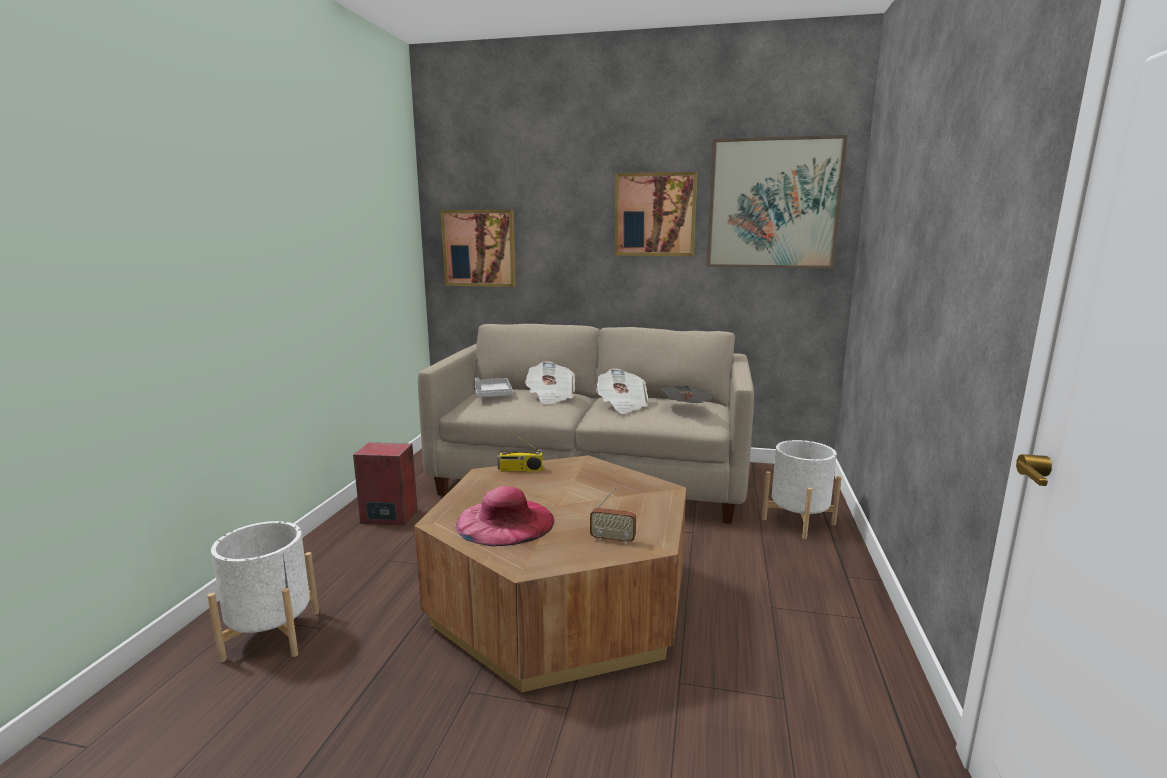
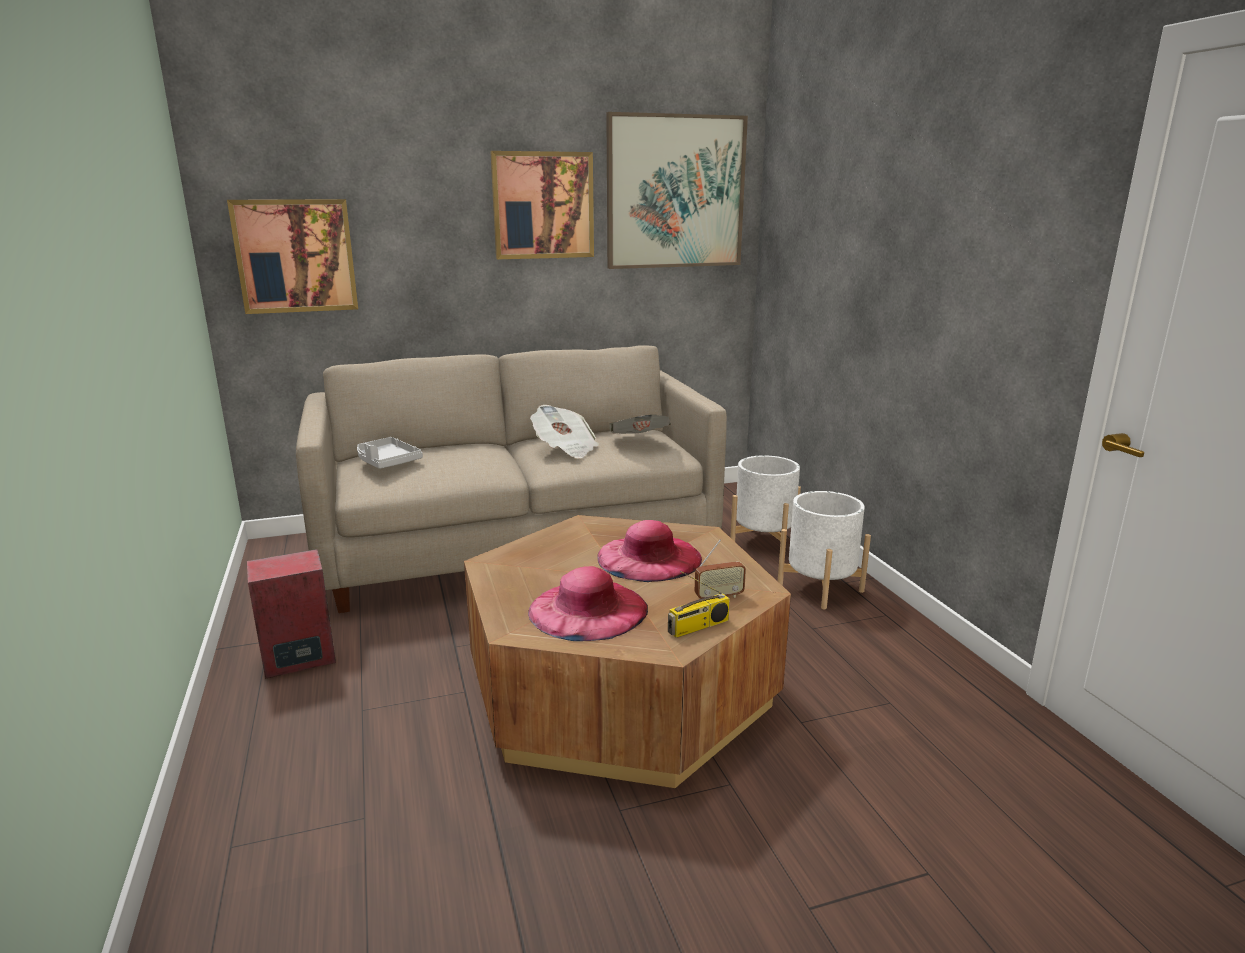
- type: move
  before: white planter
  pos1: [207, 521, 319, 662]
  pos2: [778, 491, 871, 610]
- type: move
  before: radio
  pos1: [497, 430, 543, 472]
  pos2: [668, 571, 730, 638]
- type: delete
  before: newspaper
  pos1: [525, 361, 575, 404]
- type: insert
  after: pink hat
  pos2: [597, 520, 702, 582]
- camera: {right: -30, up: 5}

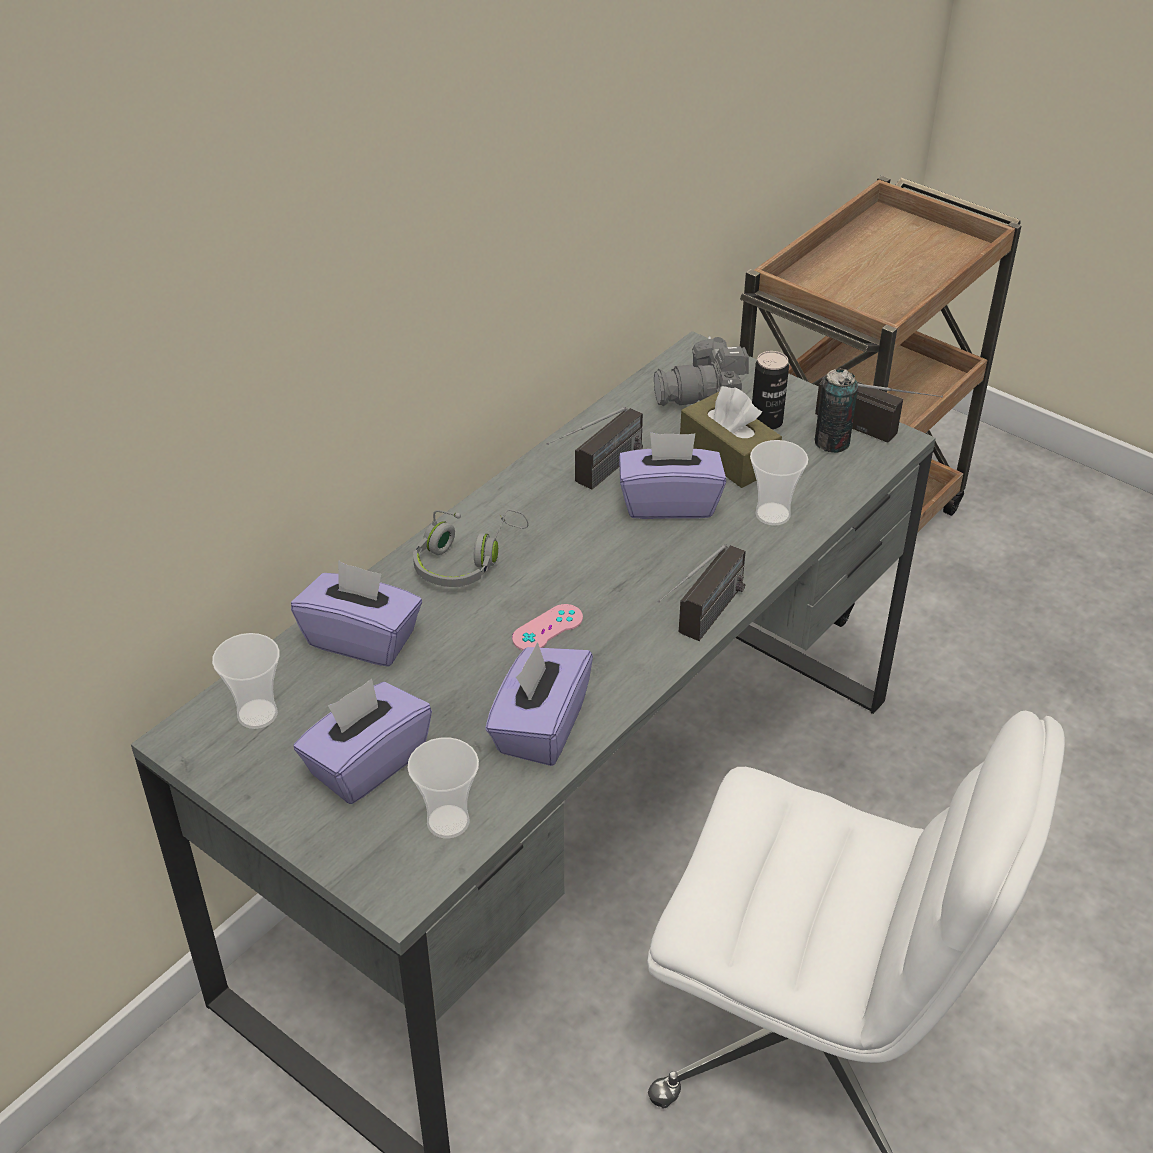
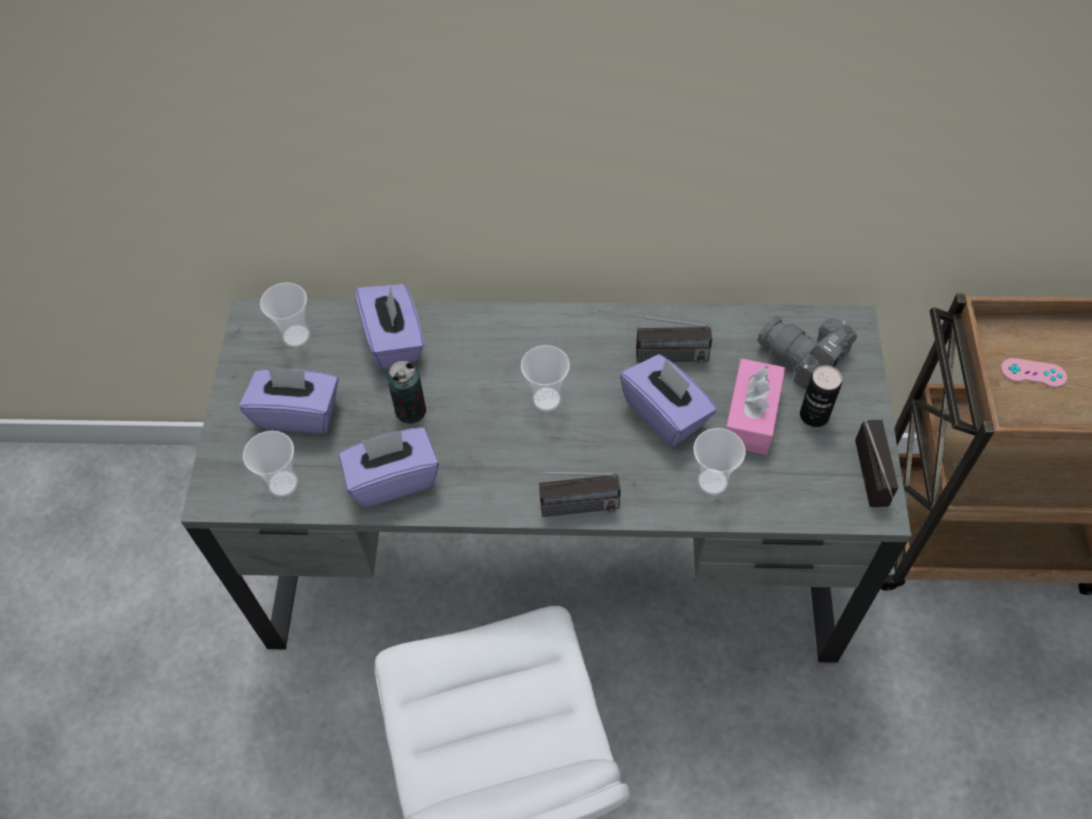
- type: delete
  before: grey headphones
  pos1: [413, 510, 529, 587]
- type: move
  before: pink game controller
  pos1: [512, 604, 583, 650]
  pos2: [1001, 358, 1067, 387]
- type: recolor
  before: brown tissue box
  after: pink tissue box
  pos1: [680, 386, 782, 488]
  pos2: [726, 359, 785, 455]
- type: move
  before: can
  pos1: [815, 368, 858, 453]
  pos2: [387, 361, 426, 424]
- type: insert
  after: cup
  pos2: [521, 345, 570, 412]
- camera: {right: 55, up: 15}

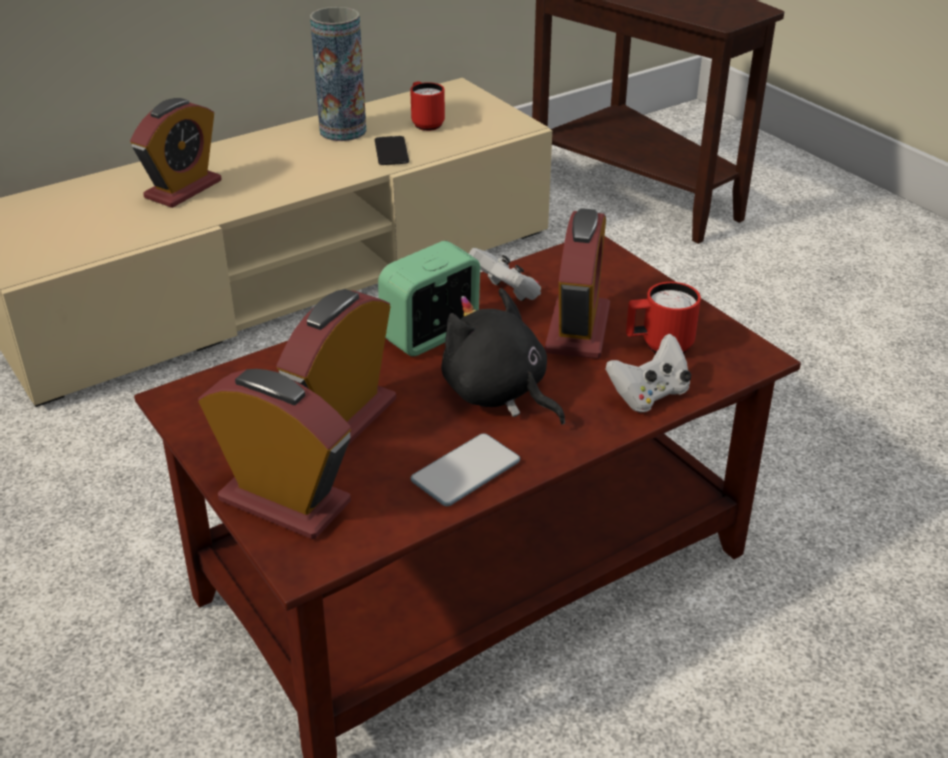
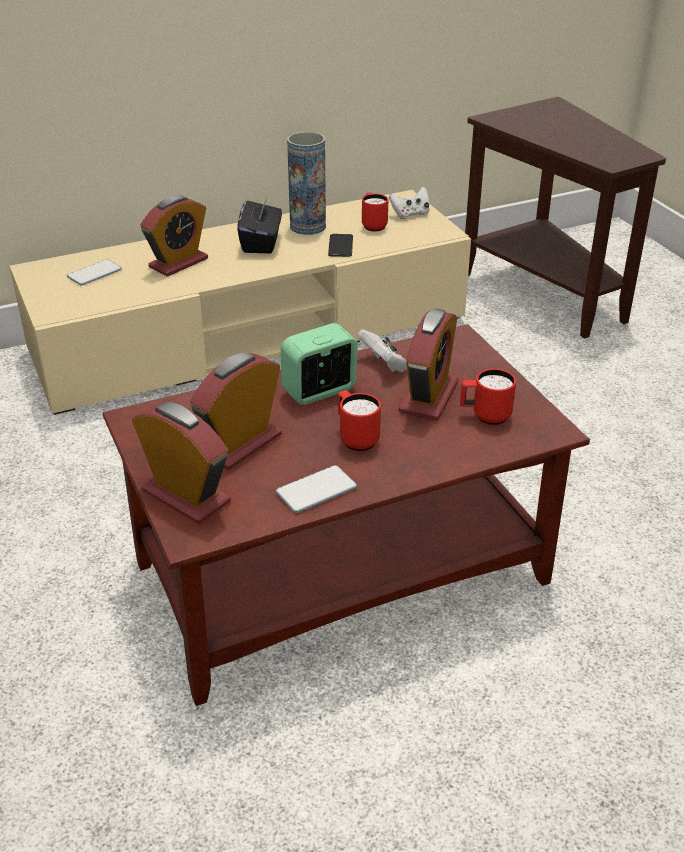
- type: replace
  before: black plush toy
  after: red mug
  pos1: [441, 288, 565, 424]
  pos2: [338, 390, 381, 451]
- type: move
  before: white game controller
  pos1: [605, 334, 691, 413]
  pos2: [389, 187, 429, 219]
- type: insert
  after: phone
  pos2: [67, 259, 122, 285]
- type: insert
  after: black tissue box
  pos2: [237, 196, 282, 254]
- camera: {right: 10, up: 0}

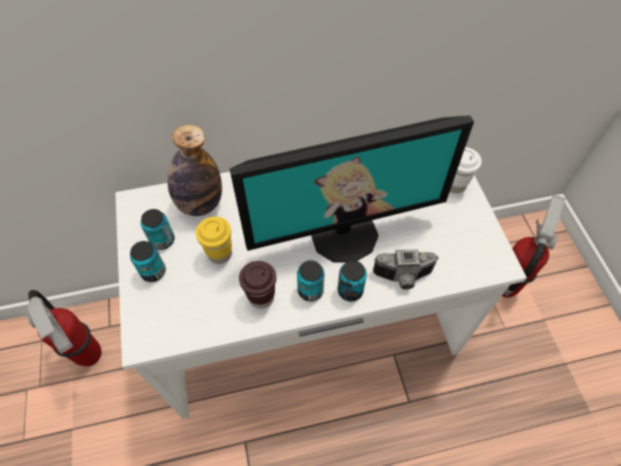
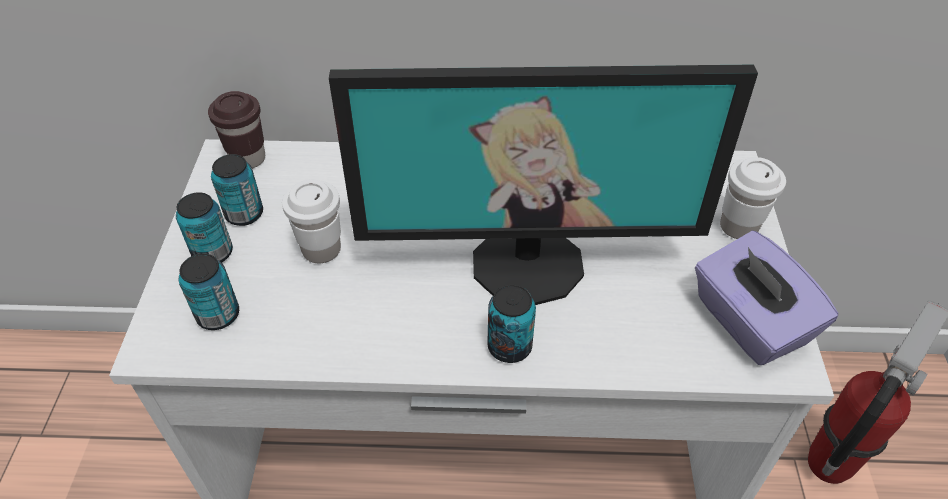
- type: delete
  before: fire extinguisher
  pos1: [26, 290, 102, 367]
- type: delete
  before: bottle
  pos1: [167, 125, 222, 216]
- type: recolor
  before: yellow cup
  after: white cup
  pos1: [196, 217, 232, 264]
  pos2: [282, 179, 341, 263]
- type: move
  before: brown cup
  pos1: [239, 261, 276, 309]
  pos2: [208, 91, 265, 169]
- type: move
  before: can
  pos1: [297, 260, 324, 301]
  pos2: [179, 253, 239, 330]
- type: delete
  before: photo camera
  pos1: [373, 249, 438, 290]
- type: insert
  after: purple tissue box
  pos2: [695, 231, 838, 365]
- camera: {right: 15, up: -10}

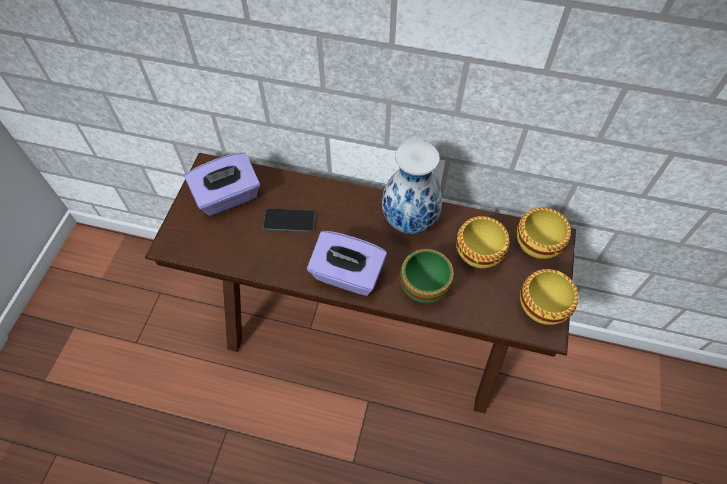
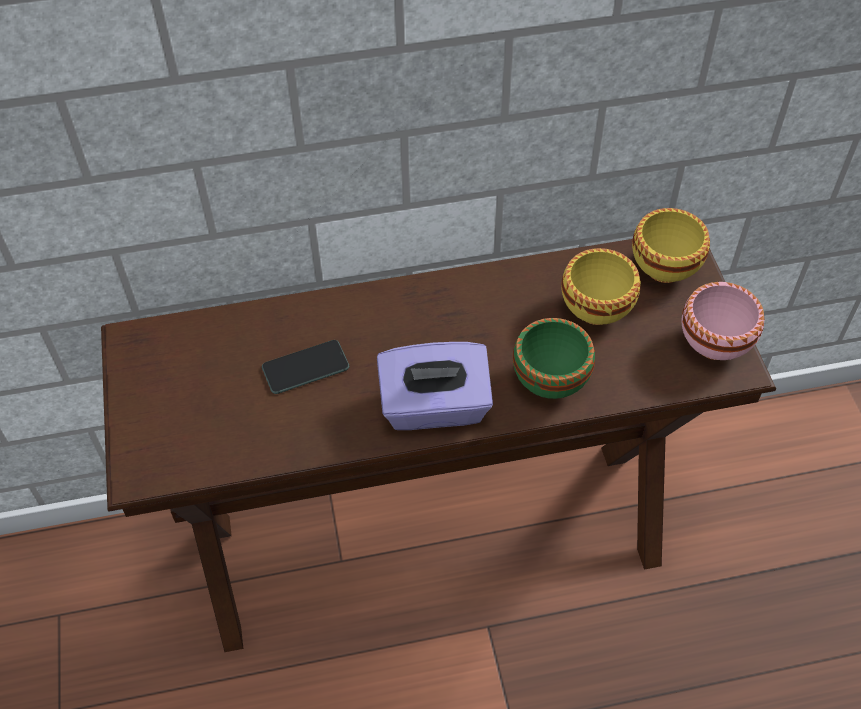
- type: delete
  before: purple tissue box
  pos1: [185, 152, 260, 216]
- type: delete
  before: vase
  pos1: [382, 140, 443, 234]
- type: recolor
  before: yellow bowl
  after: pink bowl
  pos1: [520, 269, 578, 325]
  pos2: [681, 282, 764, 360]
- camera: {right: -25, up: -5}

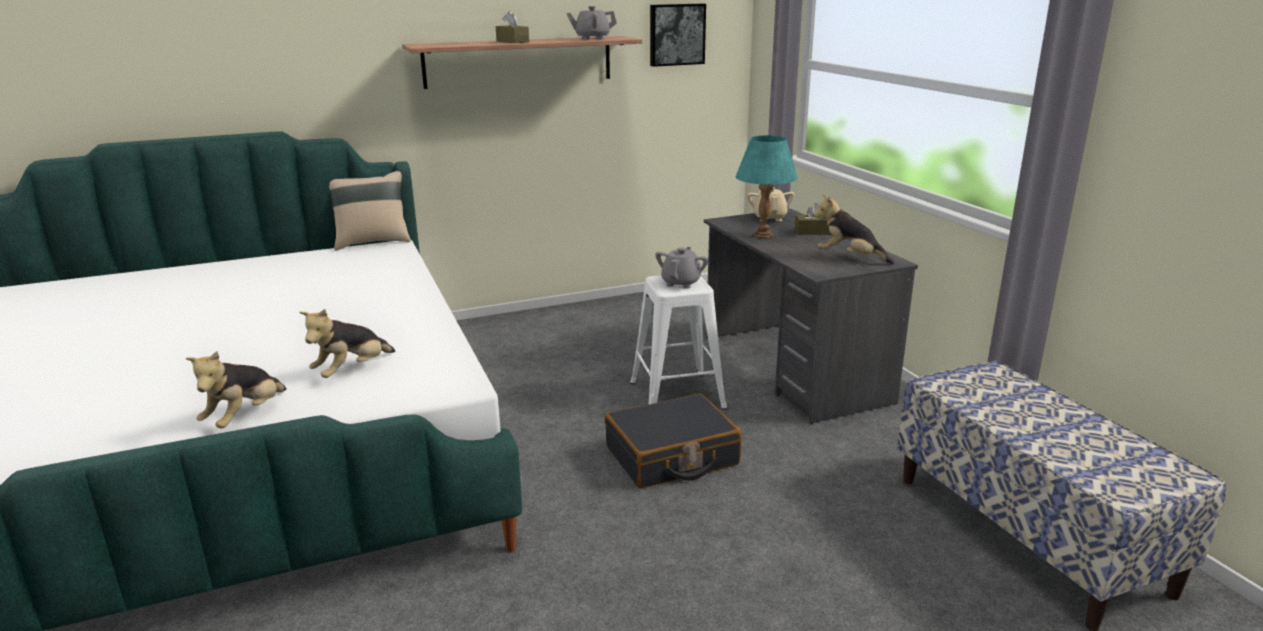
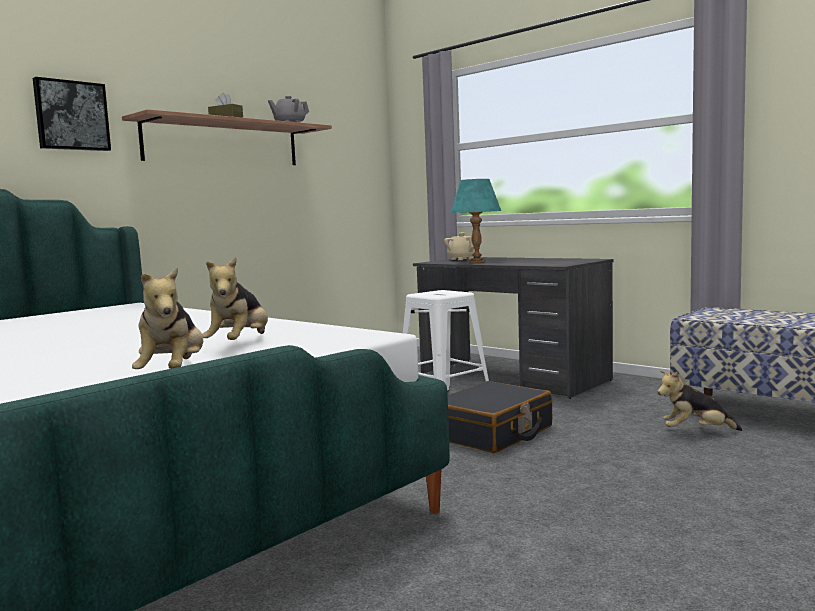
- type: delete
  before: beige pillow
  pos1: [329, 171, 411, 251]
- type: move
  before: picture
  pos1: [650, 4, 706, 67]
  pos2: [33, 77, 111, 151]
- type: delete
  before: grey teapot
  pos1: [655, 247, 708, 289]
- type: delete
  before: brown tissue box
  pos1: [795, 203, 832, 235]
- type: move
  before: plush toy
  pos1: [813, 194, 895, 264]
  pos2: [657, 370, 742, 431]
- camera: {right: -25, up: -15}

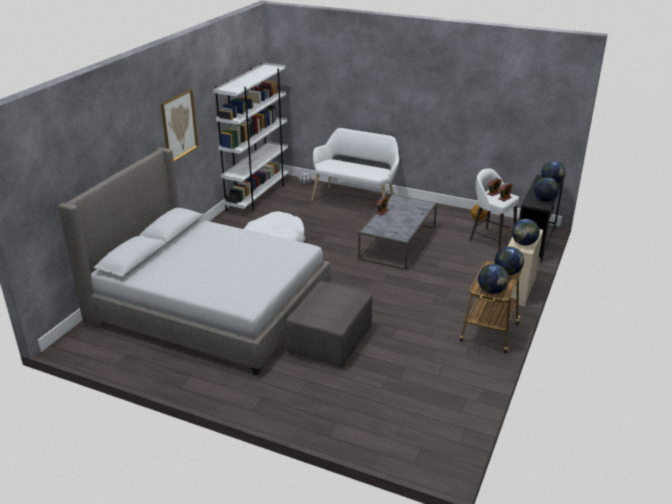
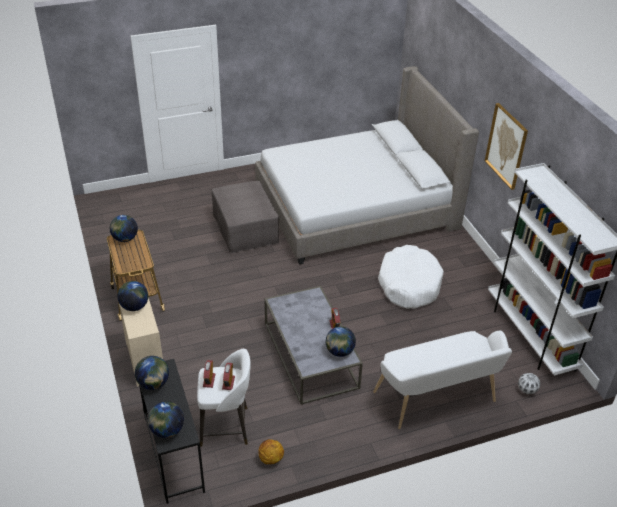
- type: move
  before: globe
  pos1: [494, 247, 524, 275]
  pos2: [326, 326, 356, 357]
- camera: {right: 135, up: 10}

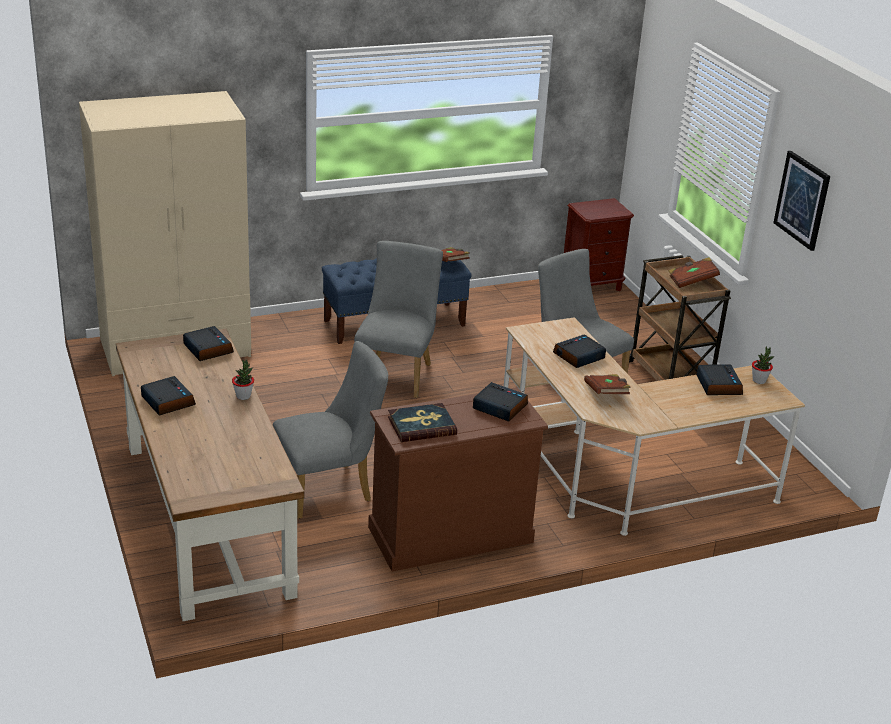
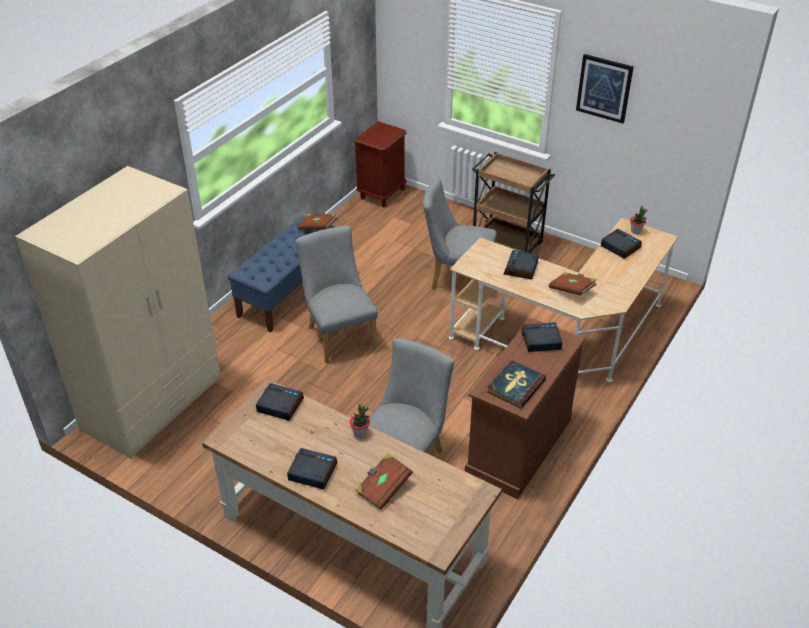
- type: move
  before: brown book
  pos1: [668, 257, 720, 288]
  pos2: [356, 453, 413, 510]
- camera: {right: -35, up: 10}

